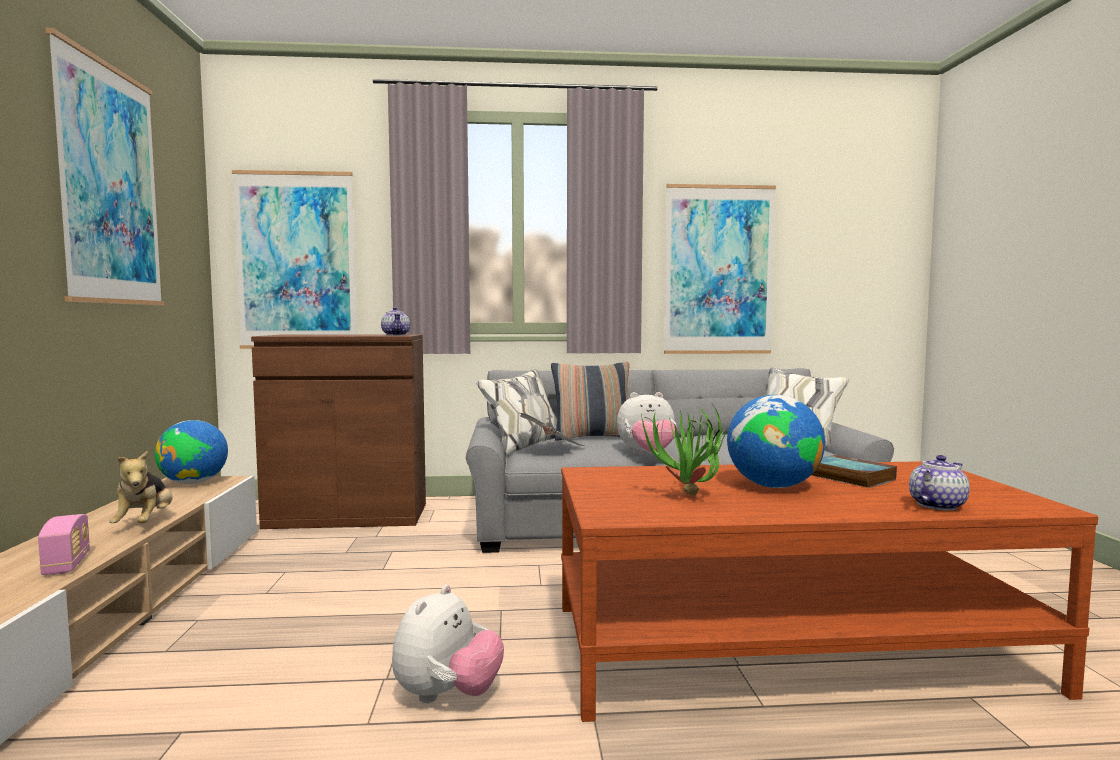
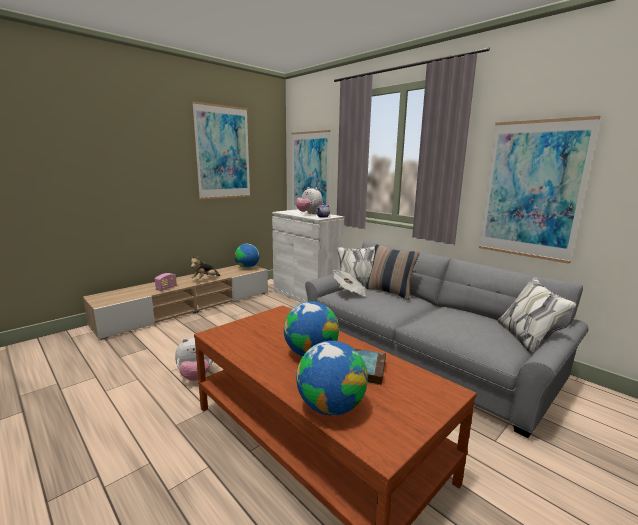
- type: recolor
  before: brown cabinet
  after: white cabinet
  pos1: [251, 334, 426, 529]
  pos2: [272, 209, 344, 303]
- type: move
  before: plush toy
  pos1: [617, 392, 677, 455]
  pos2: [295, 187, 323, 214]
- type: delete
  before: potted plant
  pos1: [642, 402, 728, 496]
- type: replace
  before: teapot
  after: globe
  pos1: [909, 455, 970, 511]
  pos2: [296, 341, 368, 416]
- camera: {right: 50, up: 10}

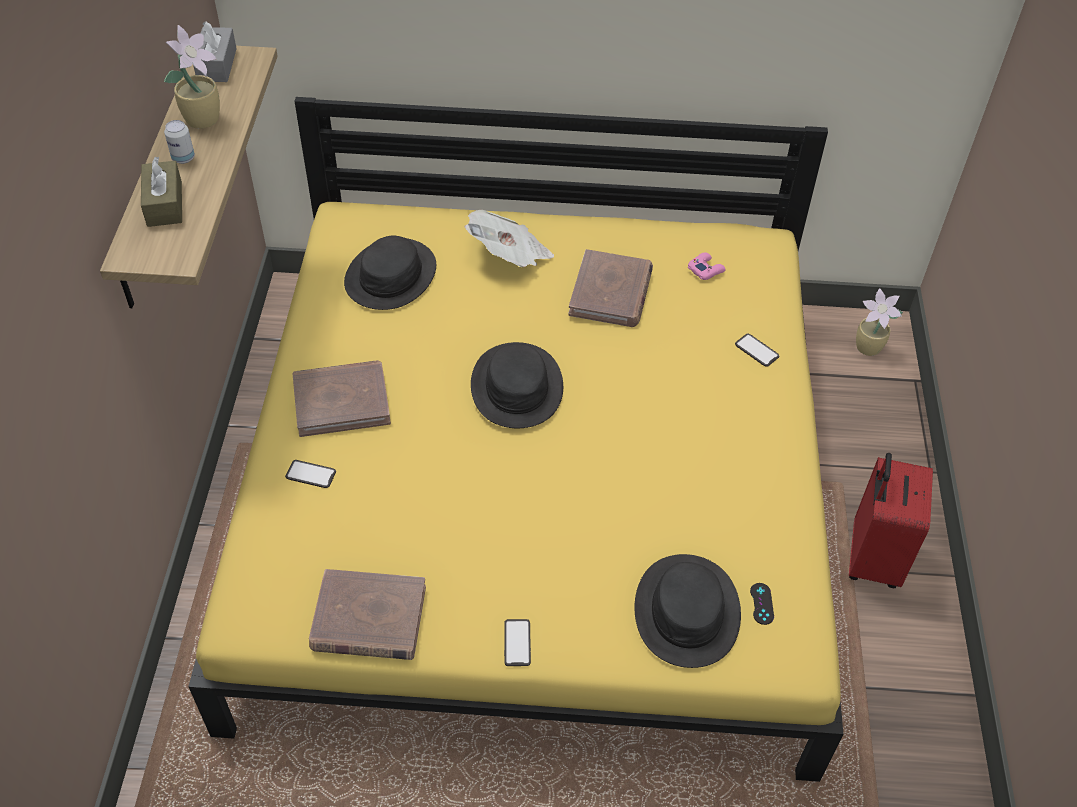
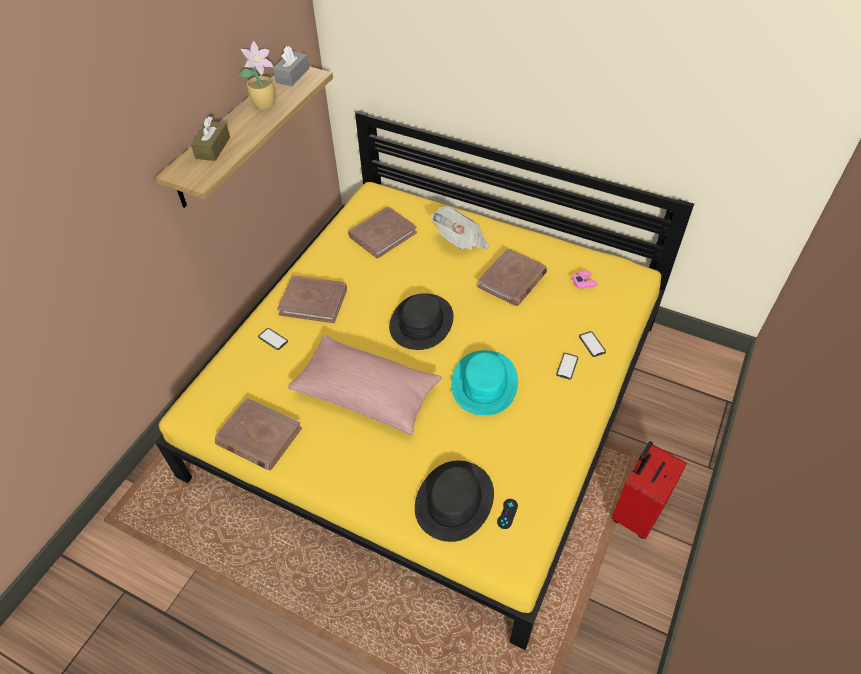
- type: delete
  before: can
  pos1: [164, 120, 195, 164]
- type: replace
  before: black hat
  after: brown book
  pos1: [344, 235, 436, 310]
  pos2: [348, 207, 417, 259]
- type: move
  before: phone
  pos1: [504, 619, 531, 666]
  pos2: [556, 353, 578, 380]
- type: delete
  before: potted plant
  pos1: [856, 288, 903, 356]
- type: insert
  after: pink pillow
  pos2: [288, 335, 442, 435]
- type: insert
  after: turquoise hat
  pos2: [451, 350, 518, 416]
- camera: {right: 25, up: 0}

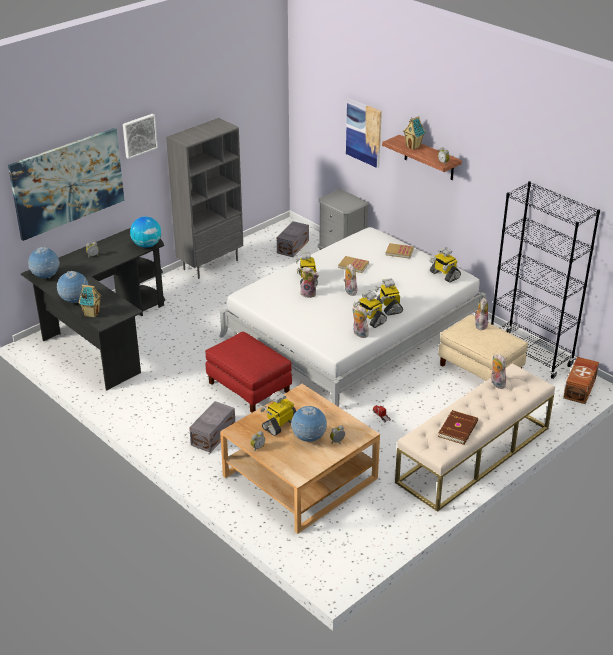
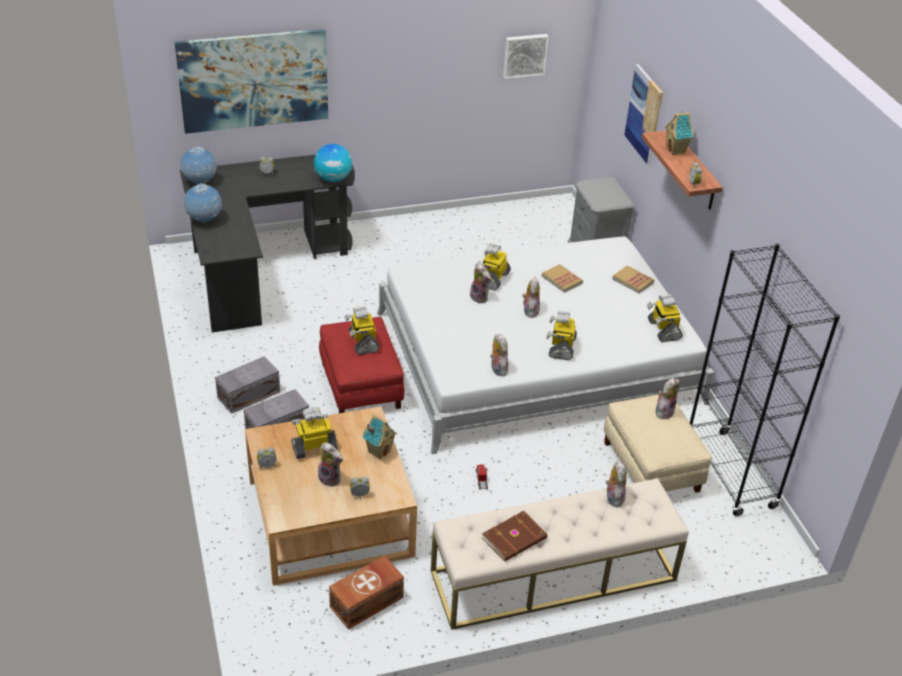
- type: move
  before: toy house
  pos1: [79, 285, 102, 318]
  pos2: [362, 413, 397, 460]
- type: move
  before: picture
  pos1: [123, 114, 158, 159]
  pos2: [503, 34, 548, 79]
- type: delete
  before: grey bookcase
  pos1: [166, 118, 243, 279]
- type: move
  before: grey storage box
  pos1: [277, 221, 309, 257]
  pos2: [215, 356, 280, 414]
- type: replace
  before: globe
  after: plush toy
  pos1: [291, 406, 327, 442]
  pos2: [318, 442, 343, 487]
- type: move
  before: toy robot
  pos1: [353, 291, 387, 328]
  pos2: [345, 306, 380, 355]
- type: move
  before: brown storage box
  pos1: [563, 357, 599, 404]
  pos2: [329, 555, 404, 629]
- camera: {right: 25, up: 5}

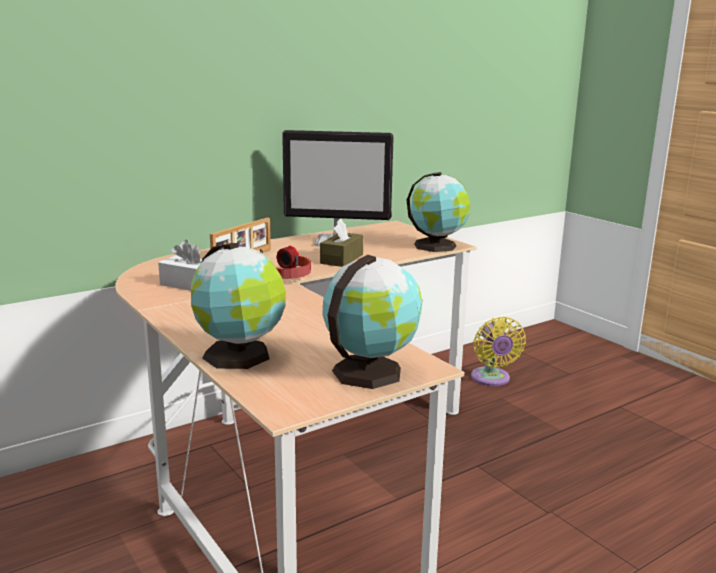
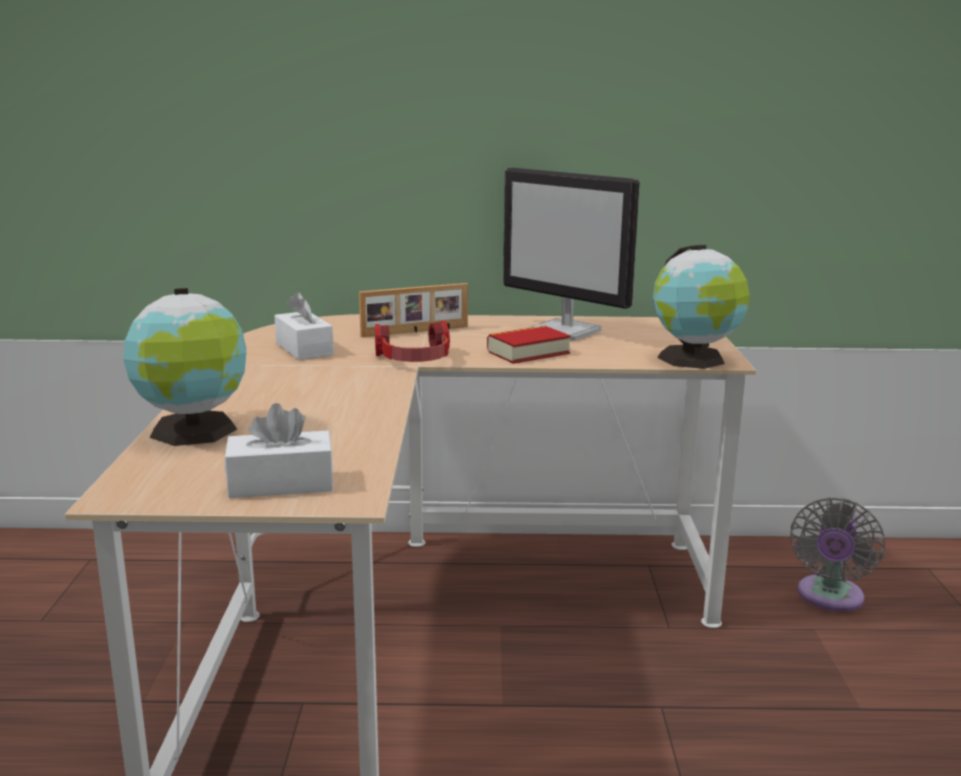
- type: replace
  before: brown tissue box
  after: book
  pos1: [320, 218, 363, 267]
  pos2: [487, 326, 571, 364]
- type: replace
  before: globe
  after: white tissue box
  pos1: [322, 255, 422, 389]
  pos2: [225, 403, 333, 498]
- type: recolor
  before: yellow fan
  after: grey fan
  pos1: [471, 317, 526, 386]
  pos2: [790, 497, 885, 611]
- camera: {right: 35, up: 0}

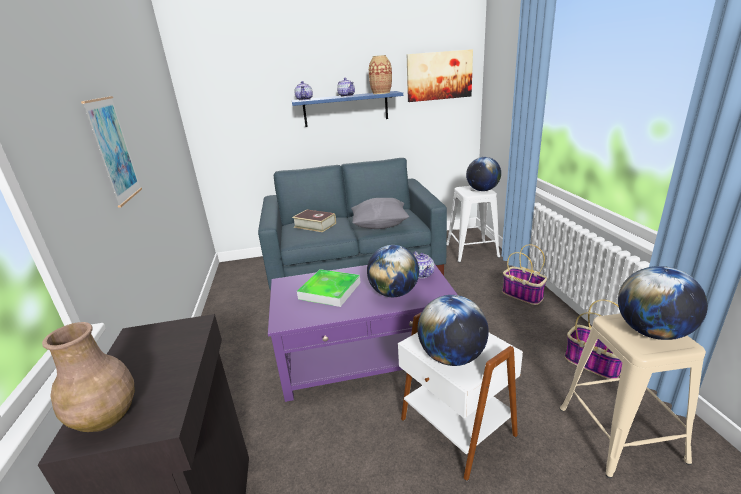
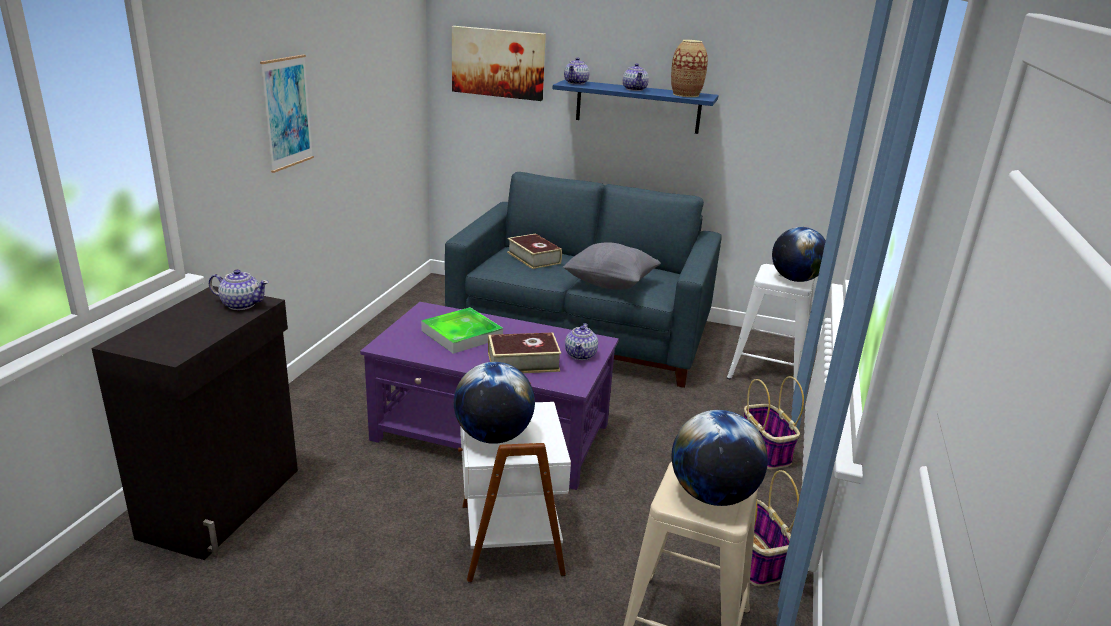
- type: delete
  before: brown vase
  pos1: [42, 322, 135, 432]
- type: replace
  before: globe
  after: book
  pos1: [367, 245, 419, 297]
  pos2: [488, 332, 561, 373]
- type: move
  before: picture
  pos1: [407, 49, 473, 102]
  pos2: [452, 26, 546, 101]
- type: insert
  after: teapot
  pos2: [209, 269, 269, 310]
- camera: {right: 25, up: 0}

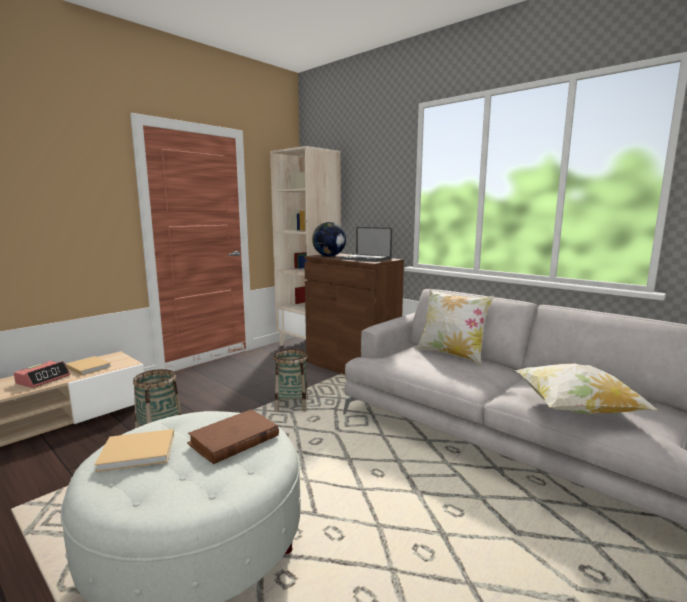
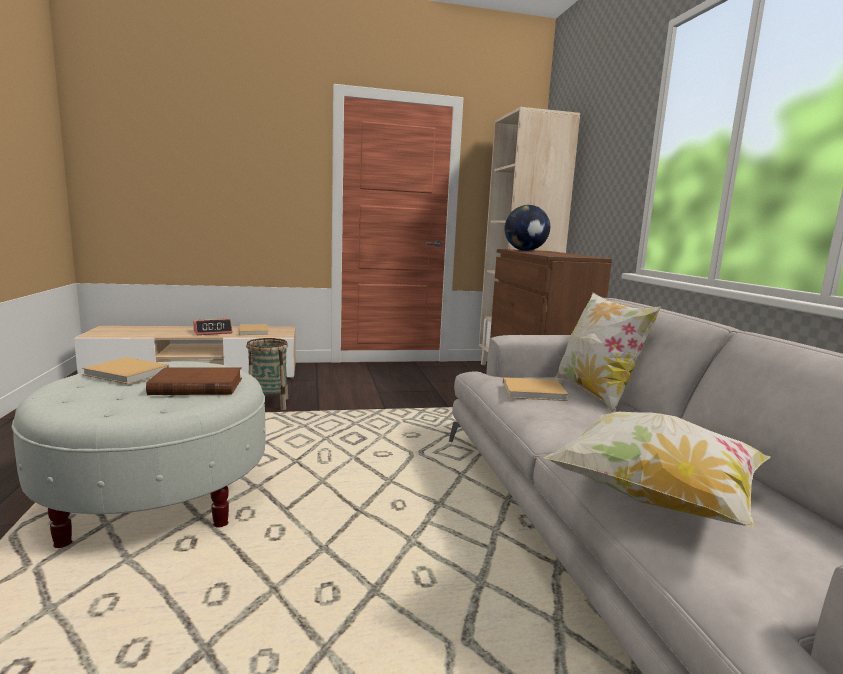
- type: delete
  before: basket
  pos1: [273, 349, 308, 412]
- type: delete
  before: laptop
  pos1: [339, 227, 392, 262]
- type: insert
  after: beige book
  pos2: [503, 377, 568, 401]
- camera: {right: 35, up: 0}

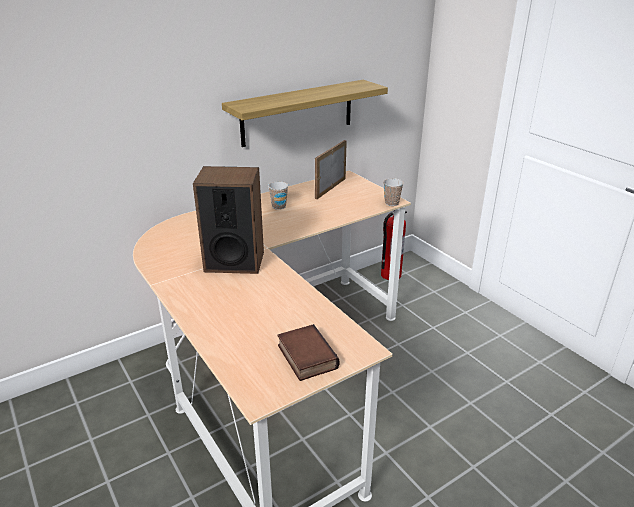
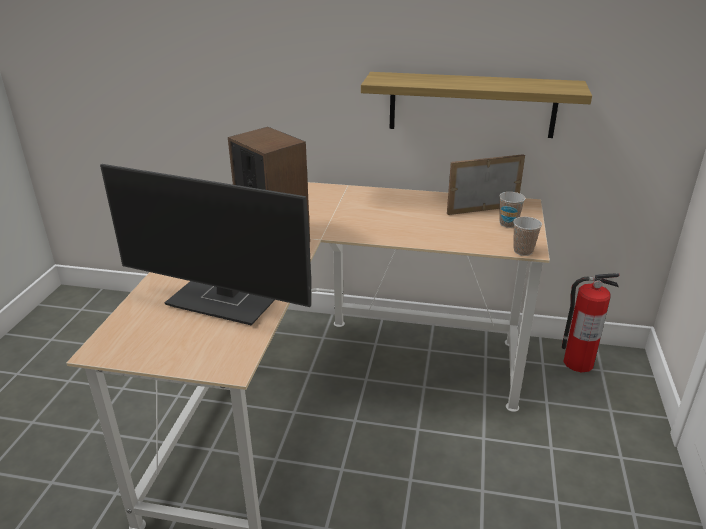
- type: move
  before: cup
  pos1: [268, 181, 288, 210]
  pos2: [499, 192, 526, 228]
- type: delete
  before: book
  pos1: [277, 324, 340, 381]
- type: insert
  after: monitor
  pos2: [100, 164, 311, 326]
- camera: {right: 45, up: 0}

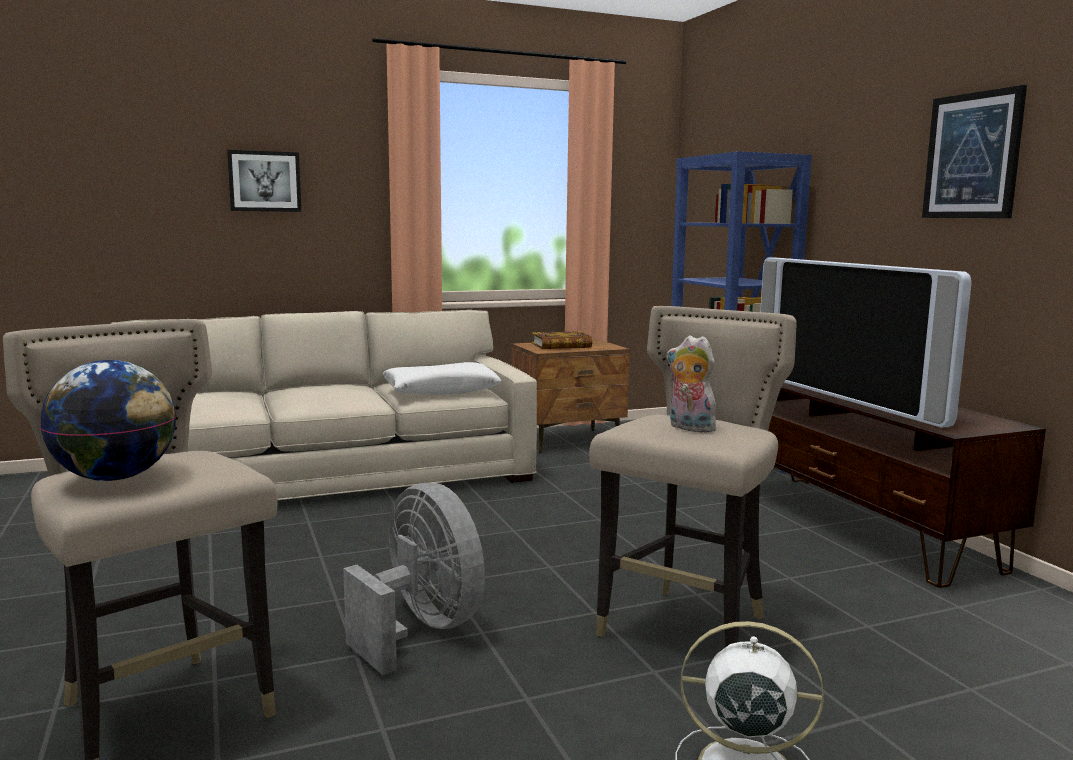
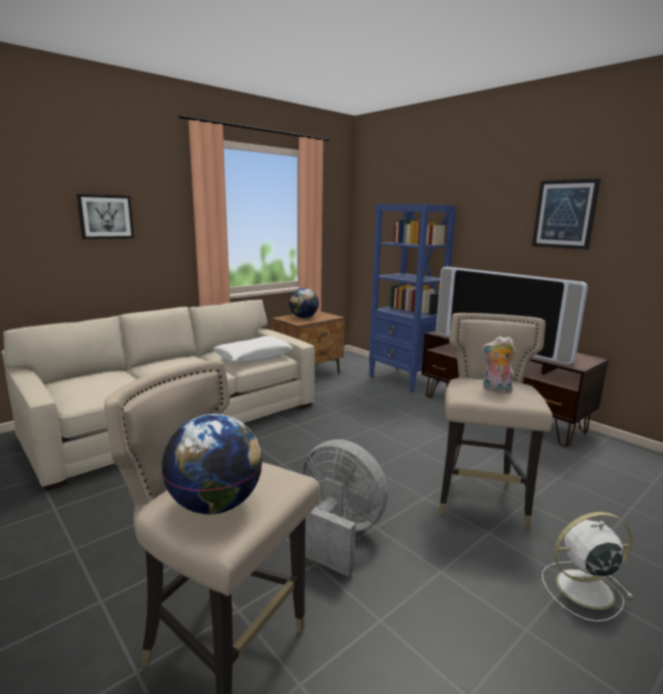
- type: replace
  before: book
  after: globe
  pos1: [532, 331, 592, 349]
  pos2: [289, 288, 319, 318]
- camera: {right: -20, up: 5}

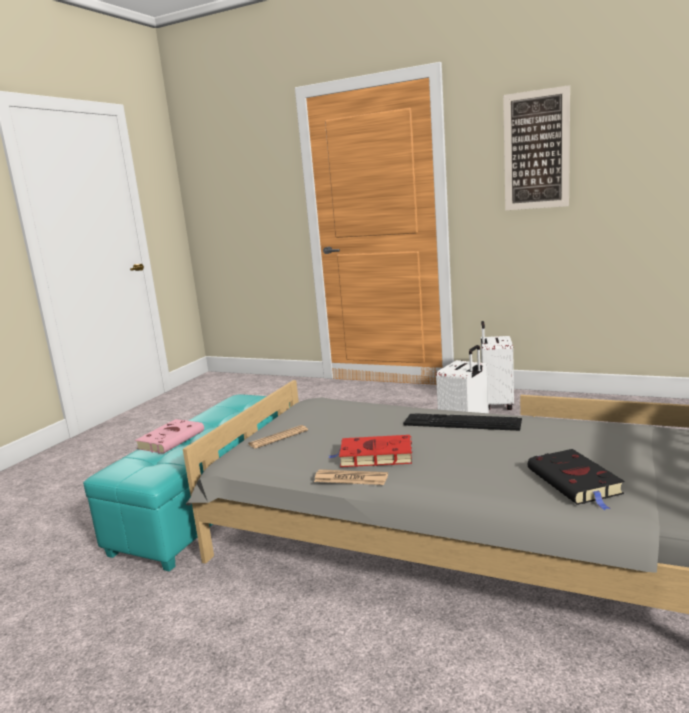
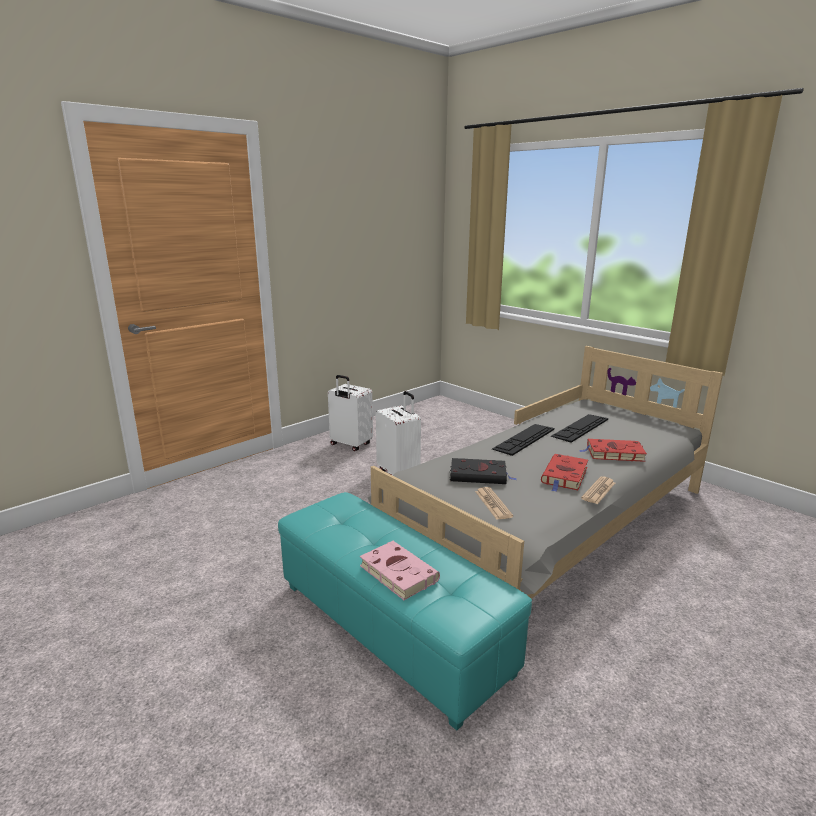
- type: delete
  before: picture
  pos1: [503, 85, 570, 210]
- type: move
  before: black book
  pos1: [528, 449, 624, 510]
  pos2: [450, 458, 516, 484]
- type: insert
  after: keyboard
  pos2: [551, 414, 608, 443]
- type: insert
  after: red book
  pos2: [579, 439, 647, 462]
- camera: {right: -70, up: 5}

